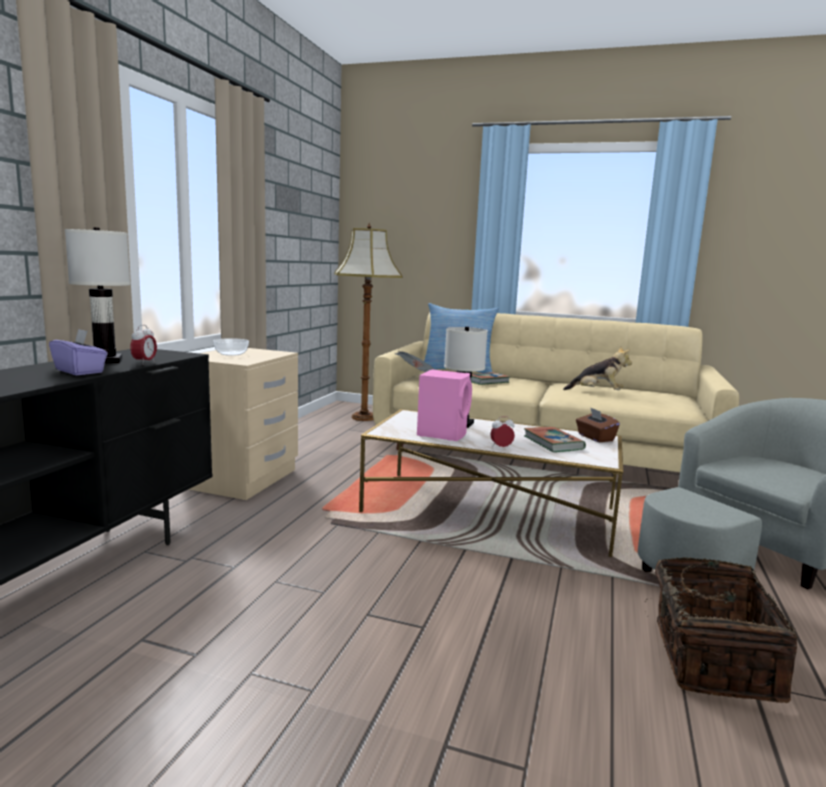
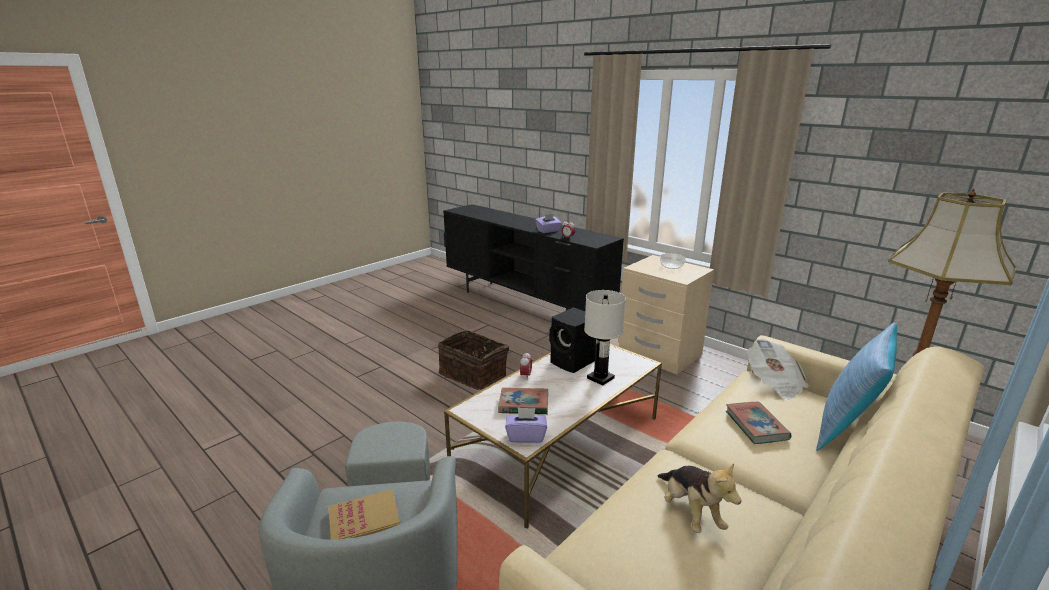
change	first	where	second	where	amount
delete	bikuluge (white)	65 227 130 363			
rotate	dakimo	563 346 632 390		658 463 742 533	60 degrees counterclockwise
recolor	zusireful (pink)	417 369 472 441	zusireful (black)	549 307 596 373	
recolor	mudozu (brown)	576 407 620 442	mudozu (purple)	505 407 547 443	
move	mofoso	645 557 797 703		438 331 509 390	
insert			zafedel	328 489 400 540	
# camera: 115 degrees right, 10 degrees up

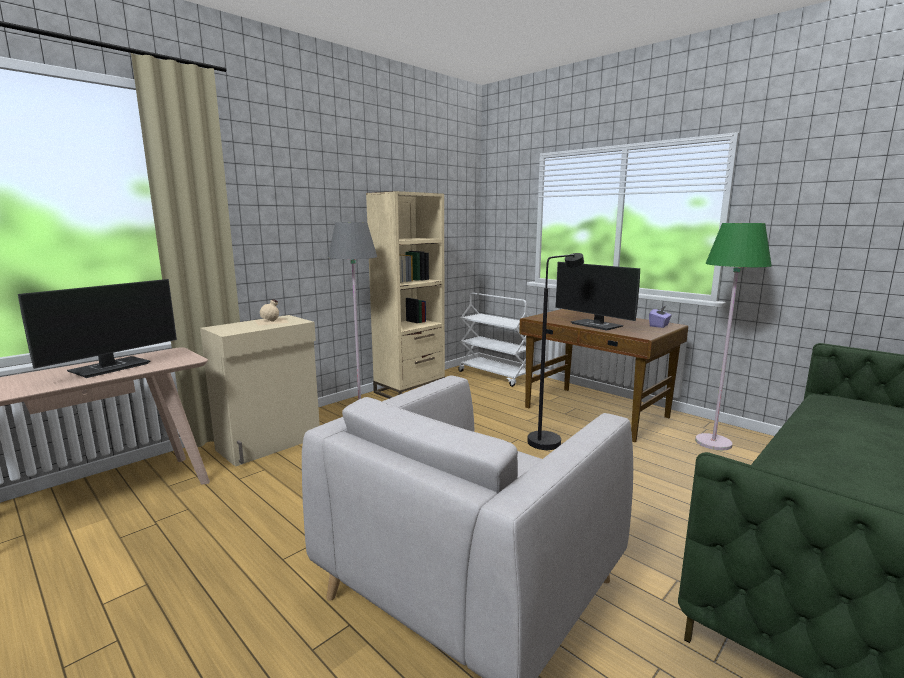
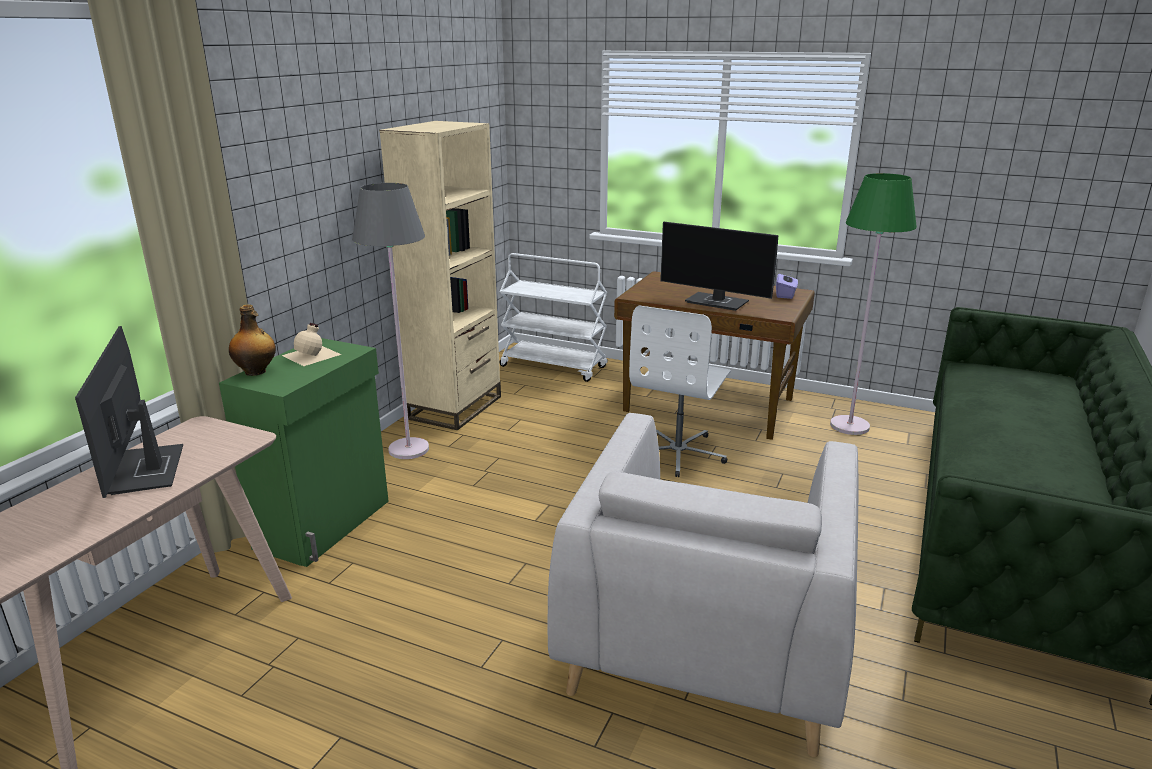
change	first	where	second	where	amount
replace	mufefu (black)	527 253 584 450	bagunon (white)	629 305 731 477	
rotate	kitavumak	18 279 177 378		75 326 183 498	150 degrees clockwise
recolor	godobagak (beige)	200 315 320 466	godobagak (green)	219 338 389 567	
insert			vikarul	229 305 276 376	
# camera: 20 degrees left, 10 degrees up

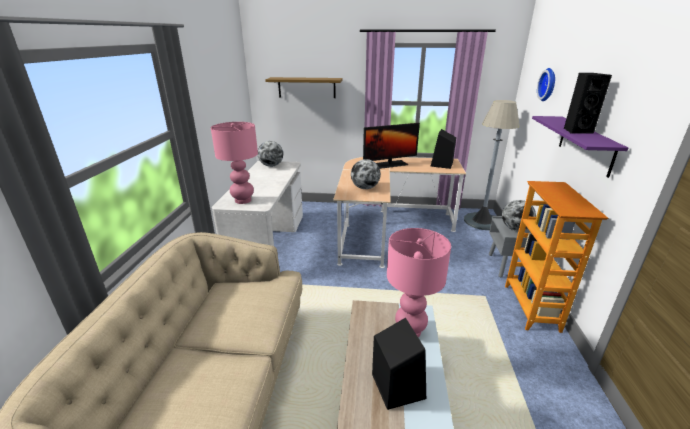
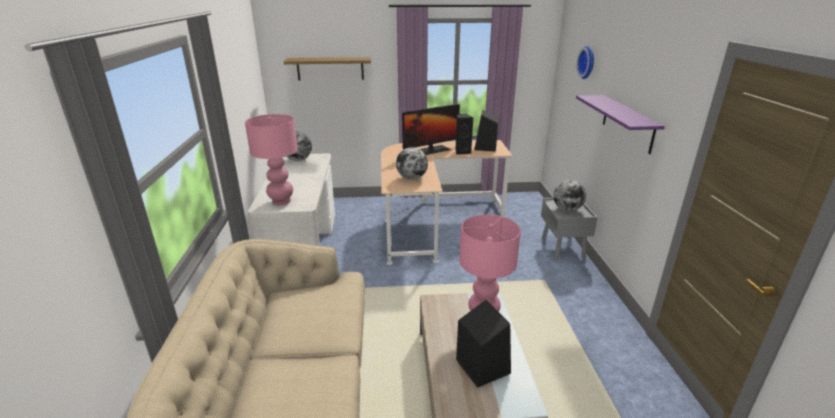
change	first	where	second	where	amount
move	zusireful (black)	564 73 612 134		455 114 473 155	
delete	mufefu (grey)	464 100 520 230			
delete	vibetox	505 181 608 333			
# camera: 10 degrees left, 0 degrees up

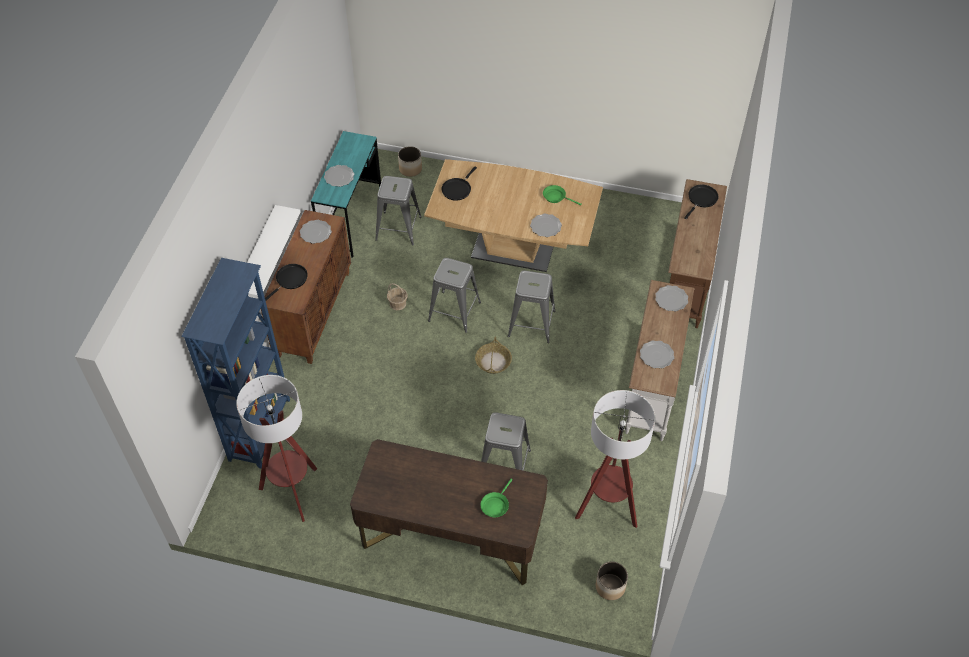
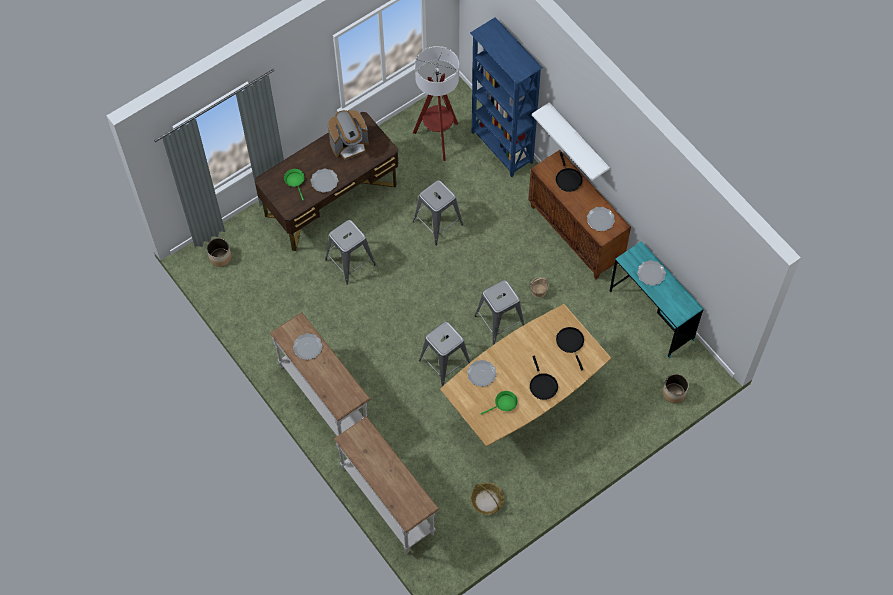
change	first	where	second	where	amount
move	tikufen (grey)	375 176 422 246		413 180 463 245	
recolor	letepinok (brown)	668 179 727 328	letepinok (white)	334 416 439 554	
move	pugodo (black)	684 185 719 219		530 356 558 400	
move	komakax	655 285 688 311		311 169 338 193	
move	mofoso	475 336 512 374		470 483 504 515	
delete	mufefu	575 390 655 528			
insert			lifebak	328 110 369 160	
# camera: 130 degrees right, 10 degrees up

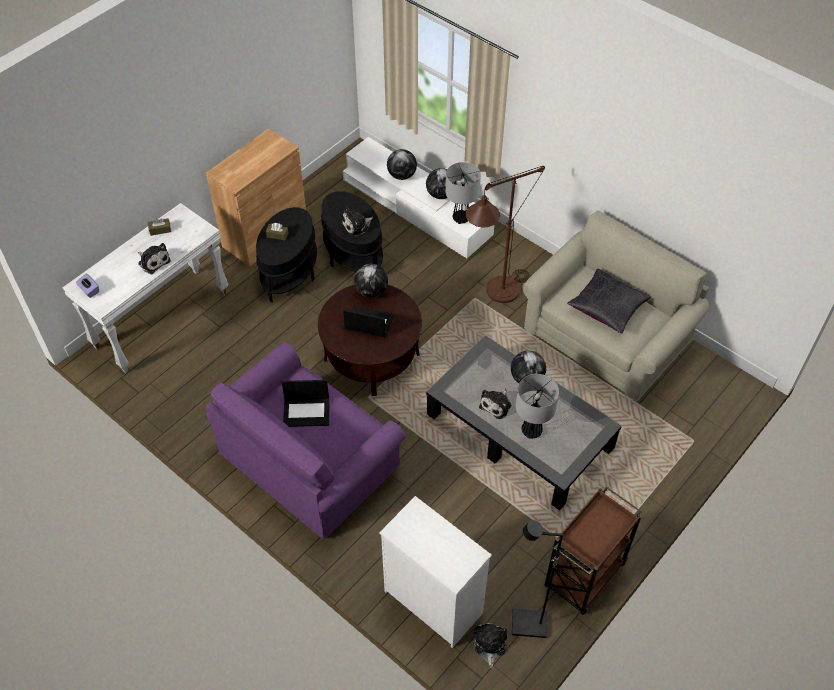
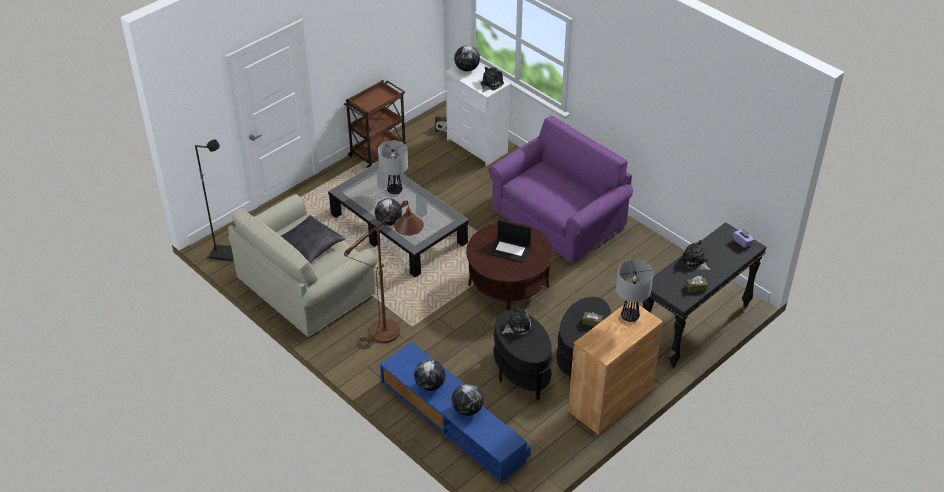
change	first	where	second	where	amount
recolor	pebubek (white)	343 137 494 258	pebubek (blue)	380 342 531 483	
move	bikuluge	446 162 481 224		616 260 654 322	
recolor	letepinok (white)	62 203 229 373	letepinok (black)	643 222 767 368	
move	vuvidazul	354 264 388 298		454 45 480 71	
delete	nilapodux	282 380 330 427			
move	dakimo	479 389 511 419		480 67 504 92	
move	mufefu (black)	512 520 563 638		195 139 234 262	
# camera: 175 degrees left, 10 degrees down

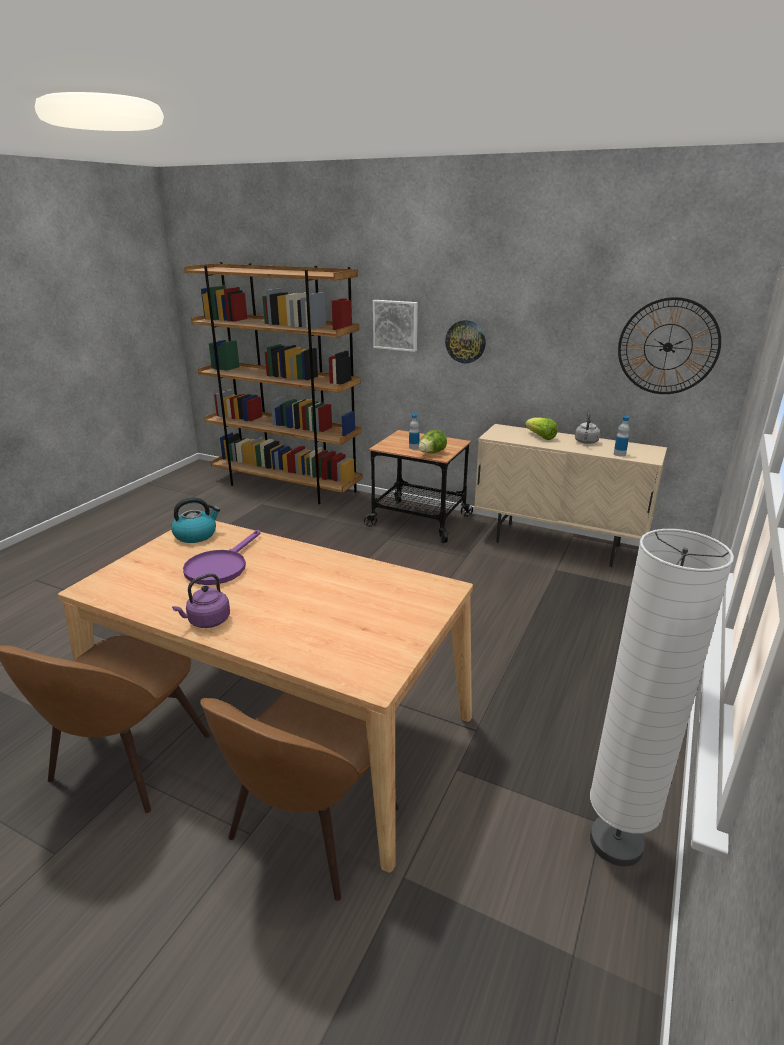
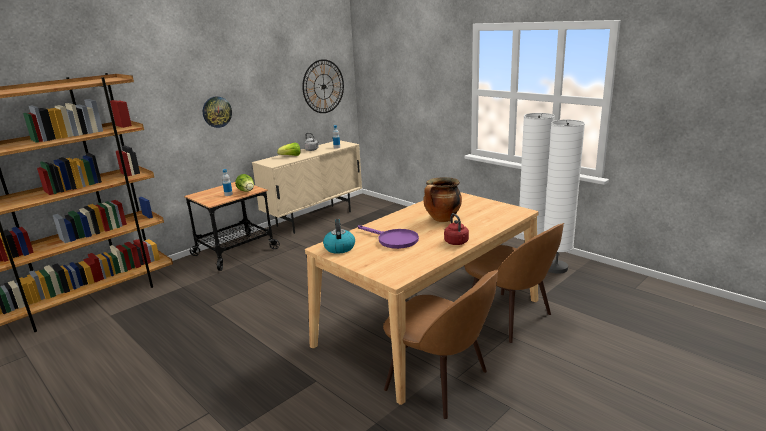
change	first	where	second	where	amount
delete	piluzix	373 300 418 352			
recolor	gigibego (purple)	172 573 230 628	gigibego (red)	444 213 469 245	
insert			mufefu (white)	544 120 585 274	
insert			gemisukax	423 177 462 222	
# camera: 70 degrees left, 5 degrees down

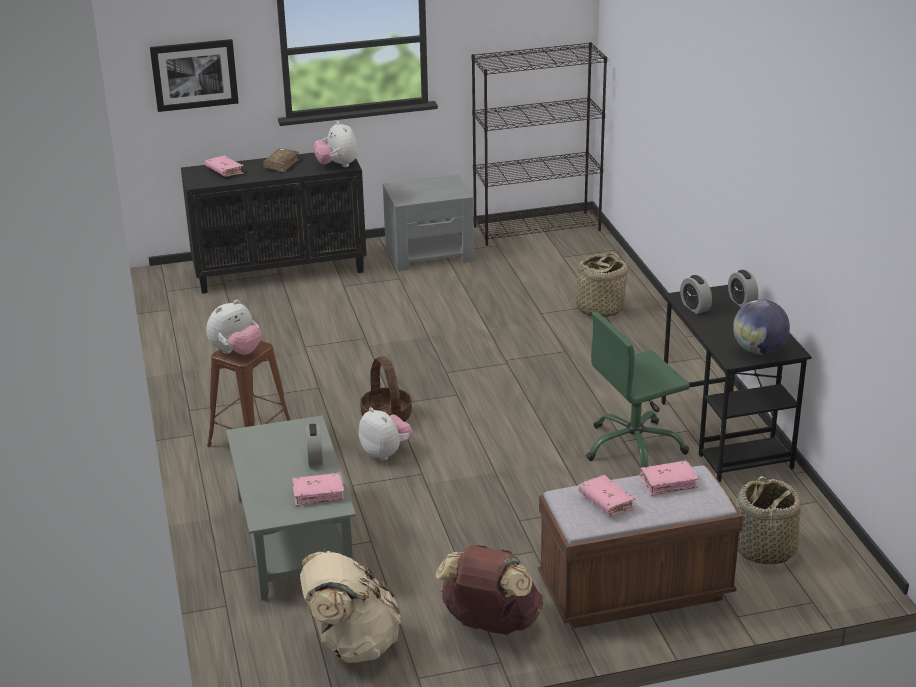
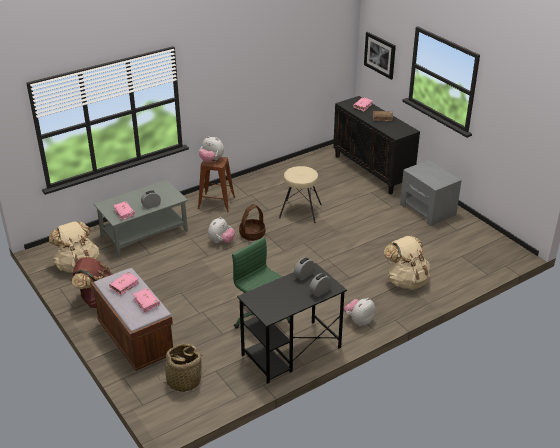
change	first	where	second	where	amount
delete	vibetox (black)	471 42 607 246			
move	dakimo	314 121 358 167		344 298 375 326	
replace	mofoso	567 253 628 318	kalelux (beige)	384 236 430 290	
delete	vuvidazul	733 299 790 355			
insert			tikufen (beige)	279 166 322 223	
# camera: 70 degrees right, 5 degrees up

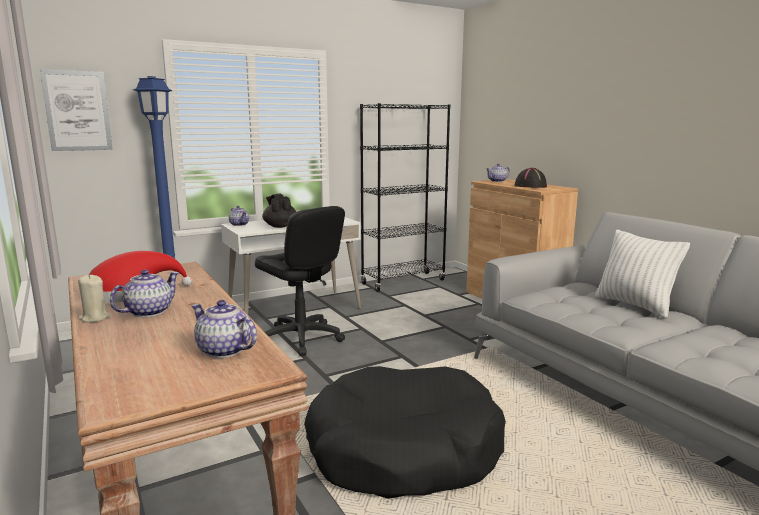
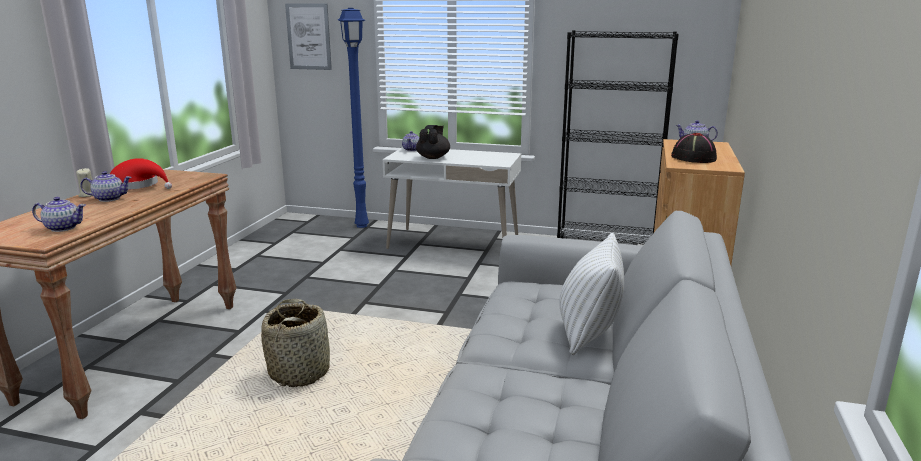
change	first	where	second	where	amount
delete	bagunon (black)	255 206 345 356			
rotate	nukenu	191 300 257 358		32 197 86 232	105 degrees clockwise
replace	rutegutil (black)	304 366 506 499	mofoso	261 299 330 387	
# camera: 45 degrees right, 5 degrees up

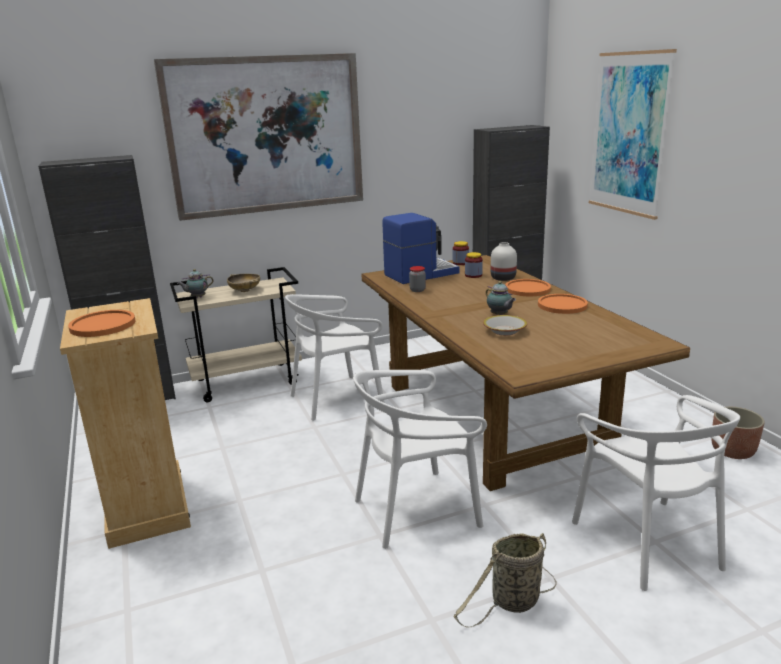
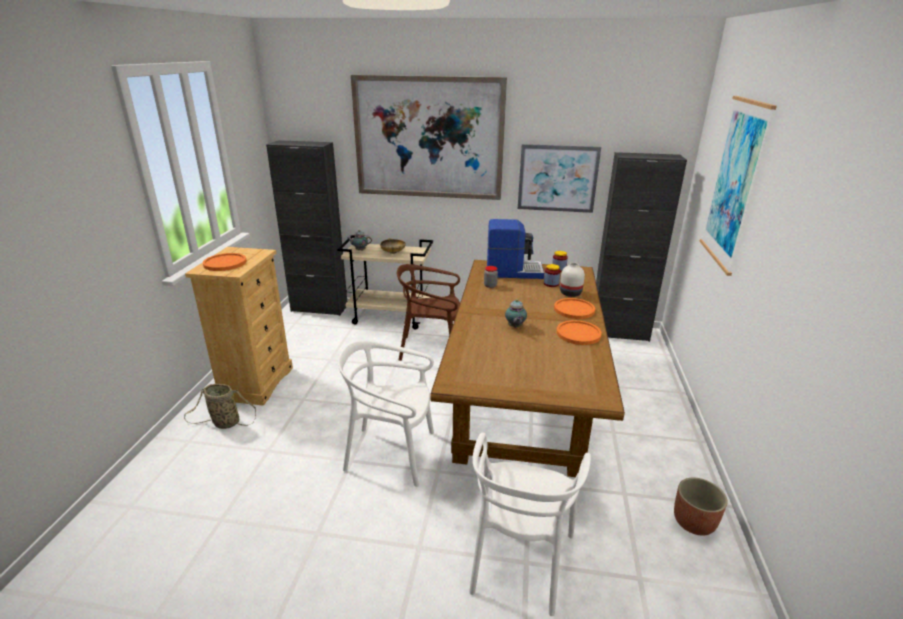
change	first	where	second	where	amount
recolor	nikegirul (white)	285 294 385 421	nikegirul (brown)	397 264 460 361	
delete	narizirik	483 315 527 335			
move	mofoso	453 533 557 628		184 384 256 429	
insert			piluzix	518 144 601 213	
# camera: 30 degrees right, 5 degrees up

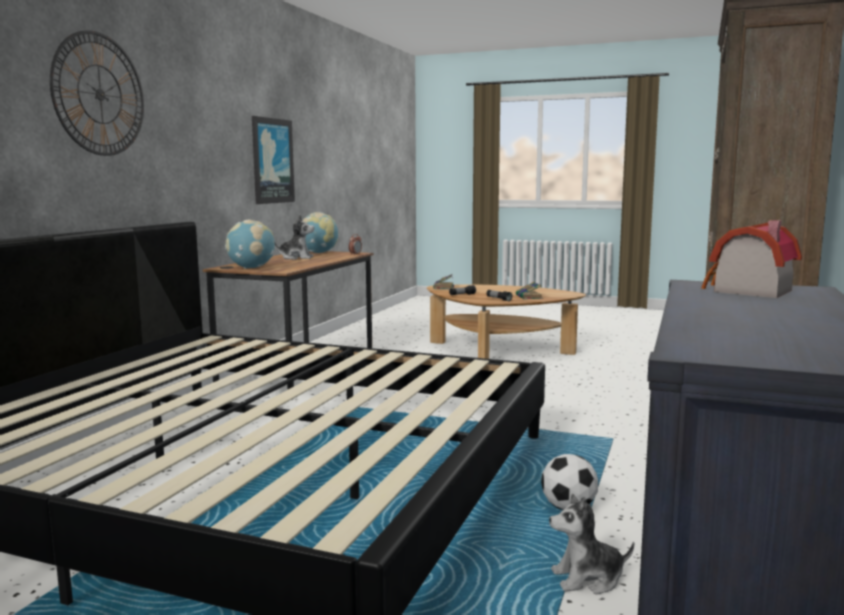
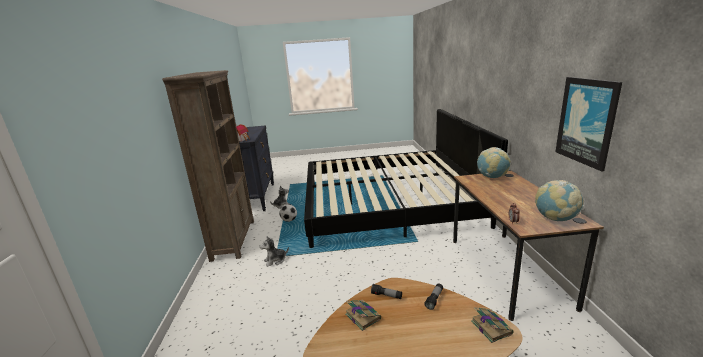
change	first	where	second	where	amount
delete	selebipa	50 30 144 156			
move	dakimo	275 215 314 260		259 236 289 267	
# camera: 155 degrees right, 10 degrees up

